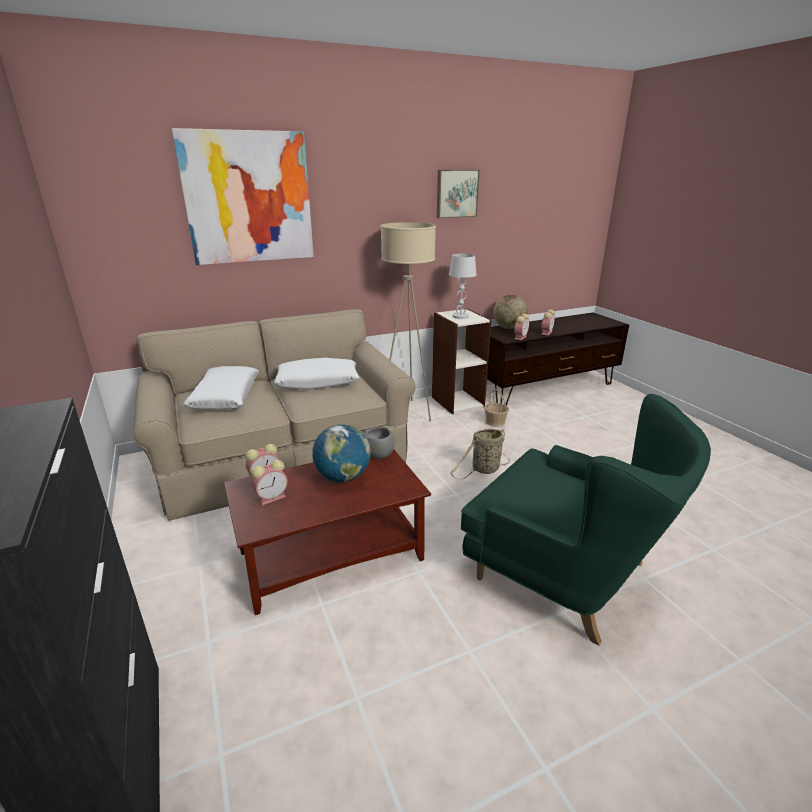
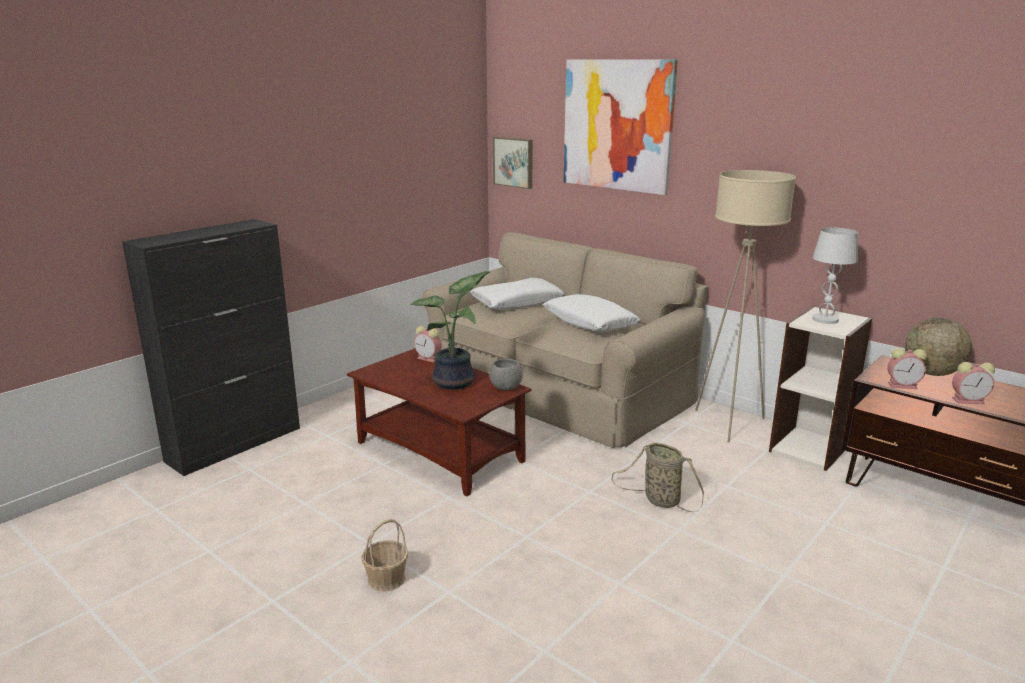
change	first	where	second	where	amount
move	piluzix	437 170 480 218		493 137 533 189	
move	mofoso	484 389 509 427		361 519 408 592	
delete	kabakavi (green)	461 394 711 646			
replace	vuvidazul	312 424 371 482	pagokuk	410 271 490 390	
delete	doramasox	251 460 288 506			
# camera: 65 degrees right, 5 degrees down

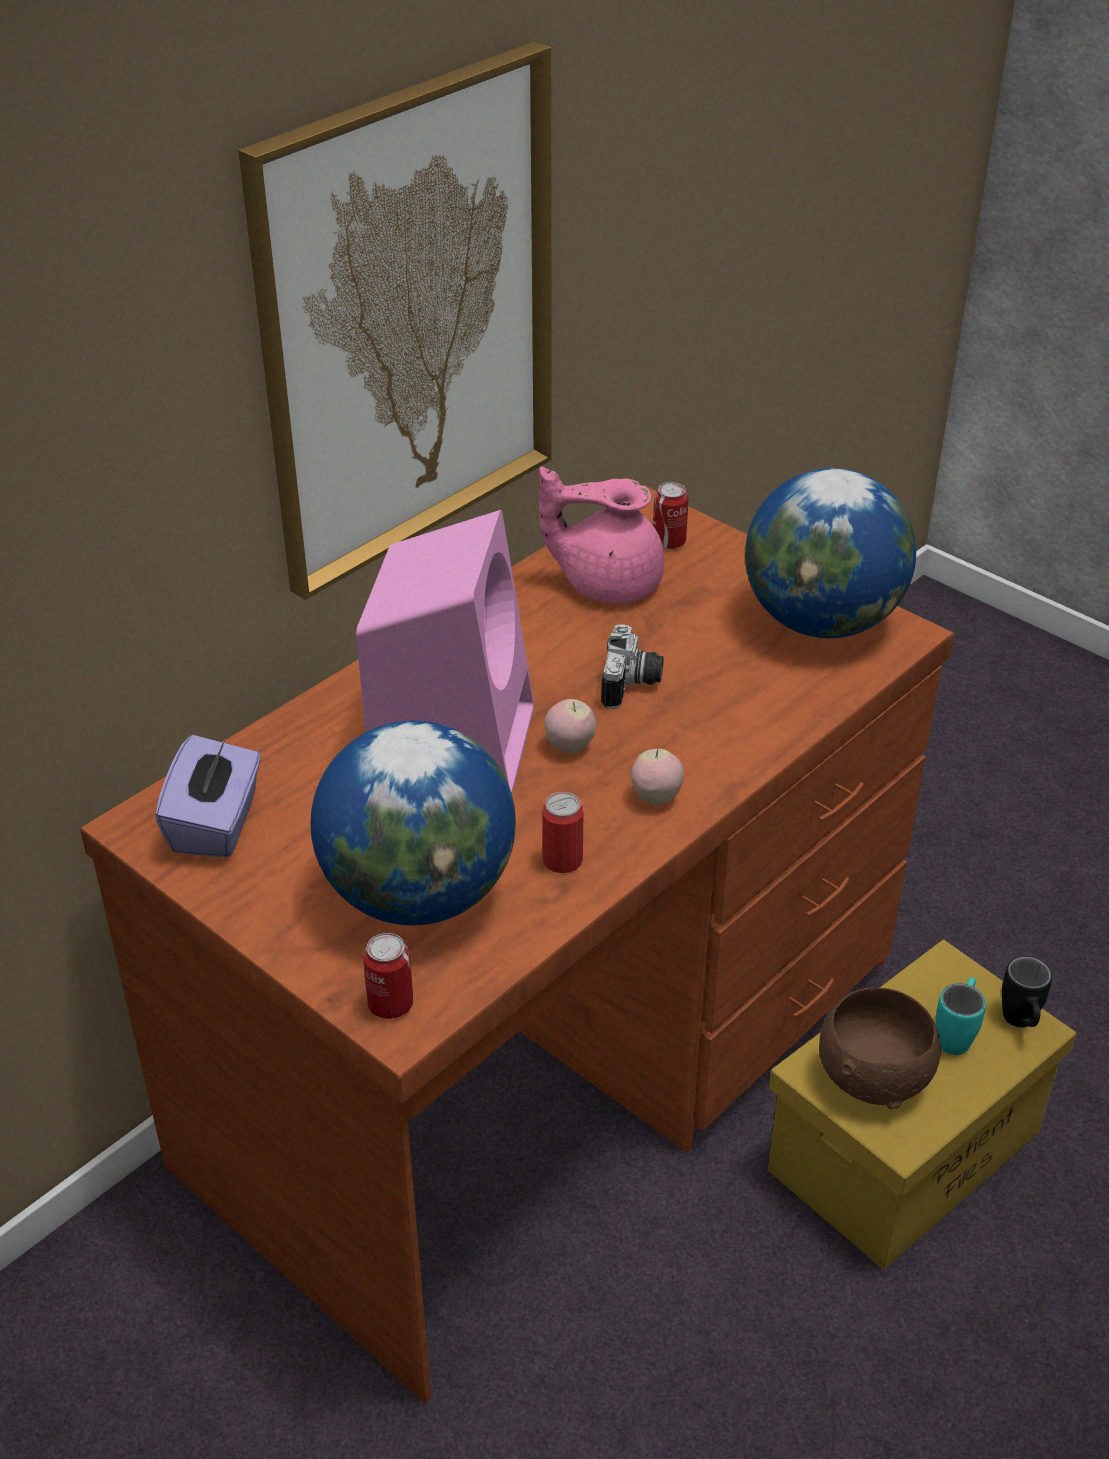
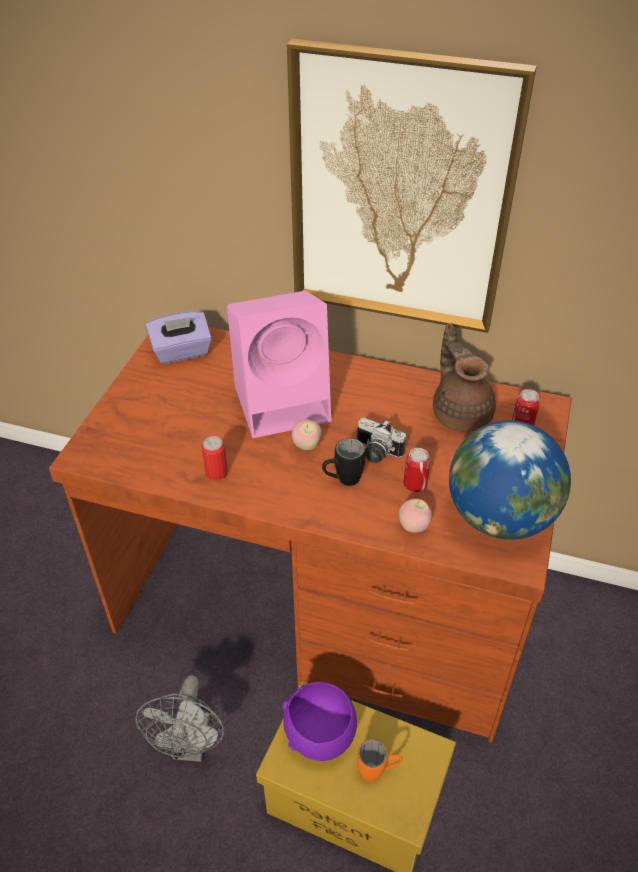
change	first	where	second	where	amount
recolor	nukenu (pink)	539 466 664 603	nukenu (brown)	433 323 496 432	
rotate	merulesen	601 624 664 709		357 418 406 463	45 degrees clockwise
delete	vuvidazul	310 720 516 925			
move	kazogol	631 749 684 805		399 499 432 533	
move	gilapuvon	363 933 414 1019		404 448 431 492	
move	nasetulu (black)	1002 956 1052 1027		322 438 366 486	
recolor	nasetulu (turquoise)	936 977 986 1055	nasetulu (orange)	357 739 403 782	
recolor	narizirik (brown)	819 987 941 1109	narizirik (purple)	282 682 357 761	
insert			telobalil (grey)	136 675 224 762	
# camera: 65 degrees right, 5 degrees up

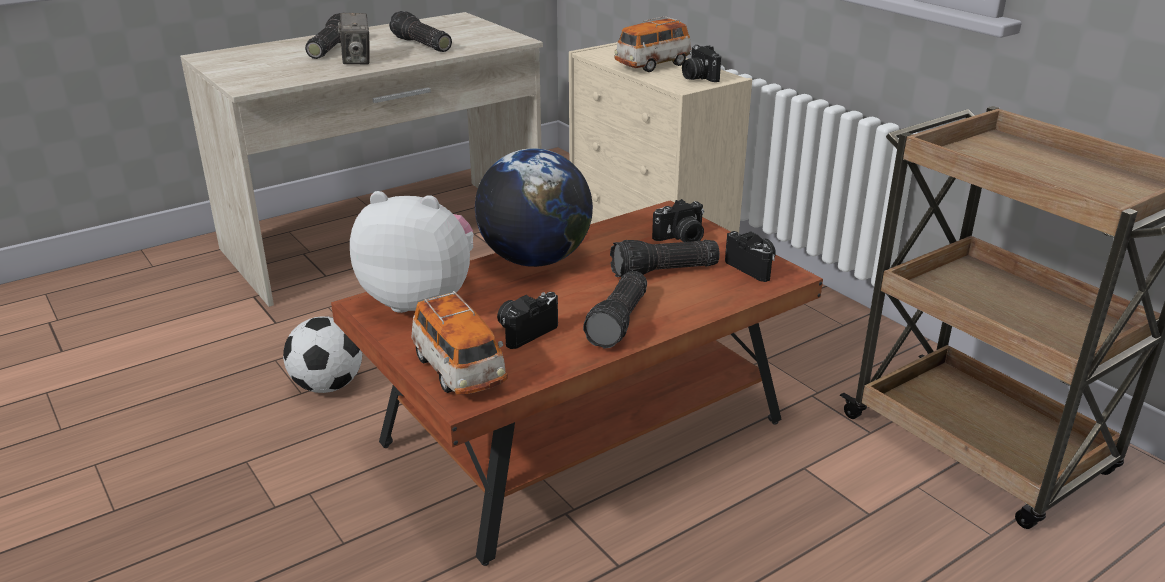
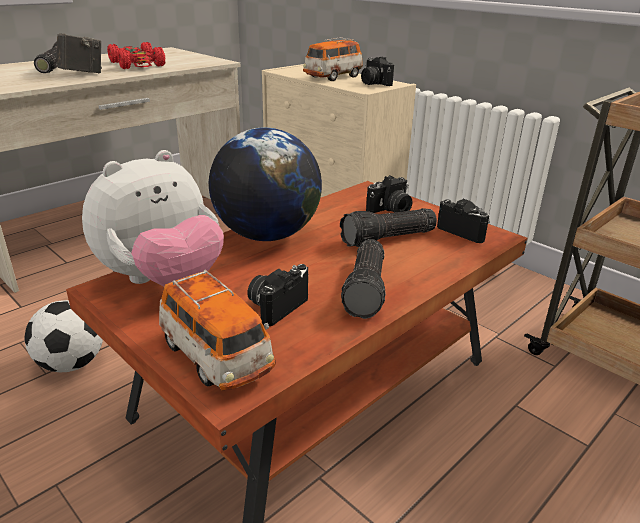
change	first	where	second	where	amount
replace	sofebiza	389 11 452 52	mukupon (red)	107 42 165 69	
rotate	merulesen	338 12 370 64		57 34 102 73	105 degrees counterclockwise
rotate	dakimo	350 191 474 313		82 150 224 287	135 degrees clockwise
# camera: 10 degrees left, 0 degrees up

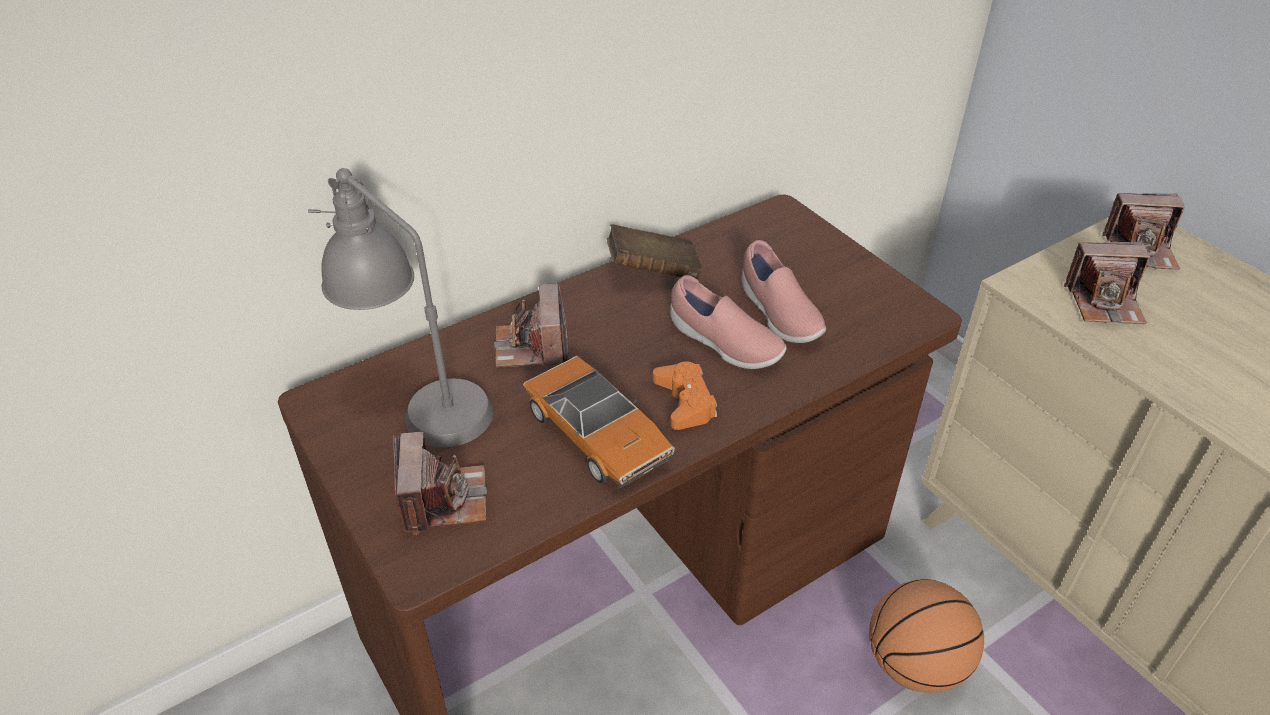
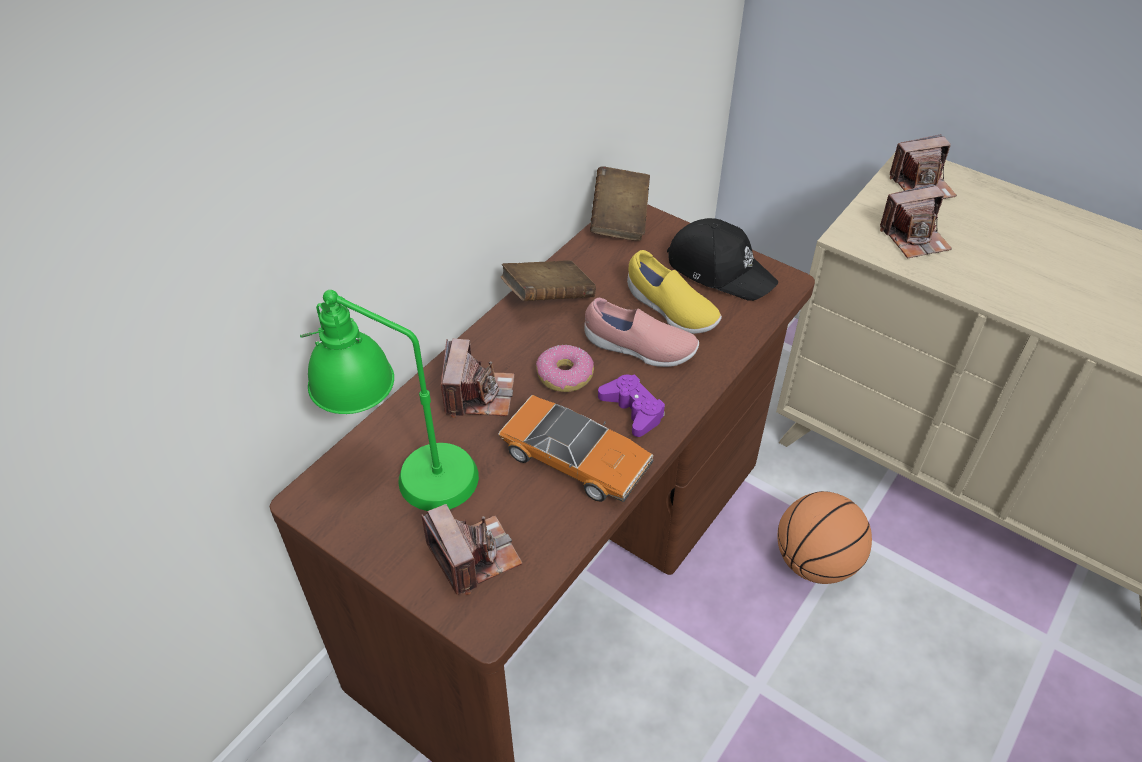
change	first	where	second	where	amount
recolor	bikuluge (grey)	308 168 493 448	bikuluge (green)	300 290 479 511	
recolor	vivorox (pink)	742 240 826 343	vivorox (yellow)	627 250 722 334	
rotate	merulesen	494 283 569 367		441 339 515 418	150 degrees counterclockwise
recolor	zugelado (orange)	653 361 717 430	zugelado (purple)	598 374 665 437	
insert			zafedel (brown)	590 166 650 241	
insert			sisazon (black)	667 218 778 301	
insert			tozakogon	536 345 594 392	
# camera: 20 degrees left, 5 degrees up

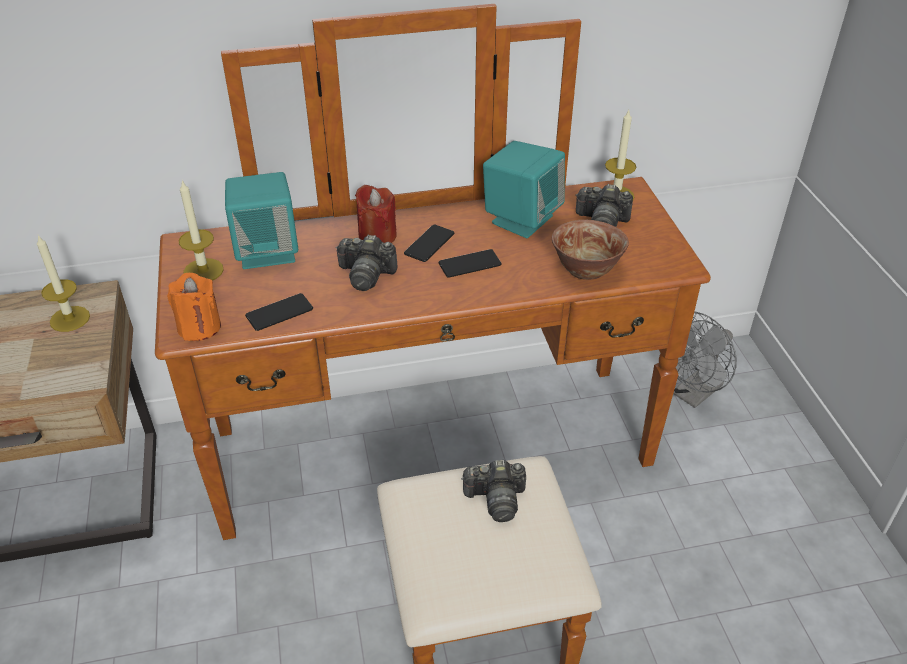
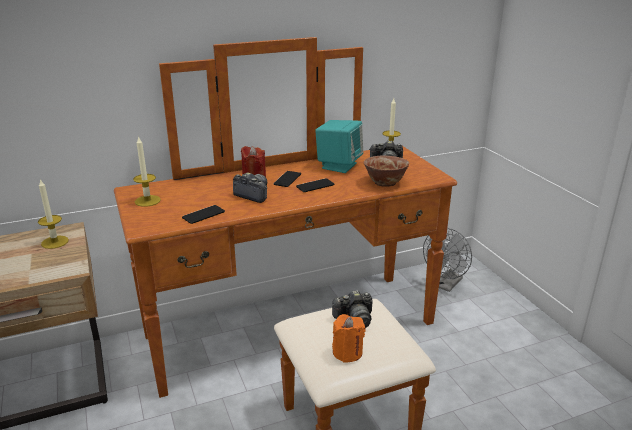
change	first	where	second	where	amount
delete	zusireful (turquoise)	225 172 298 269			
rotate	merulesen	335 235 398 291		233 172 267 203	150 degrees counterclockwise
move	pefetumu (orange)	167 273 221 341		332 314 366 363	
# camera: 10 degrees left, 15 degrees down

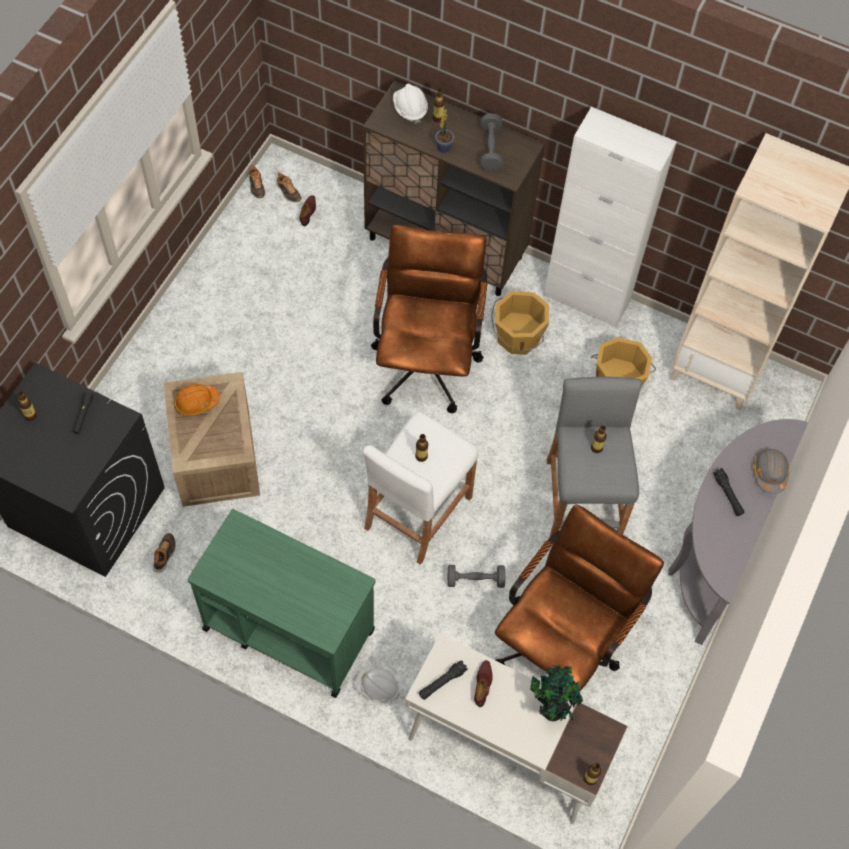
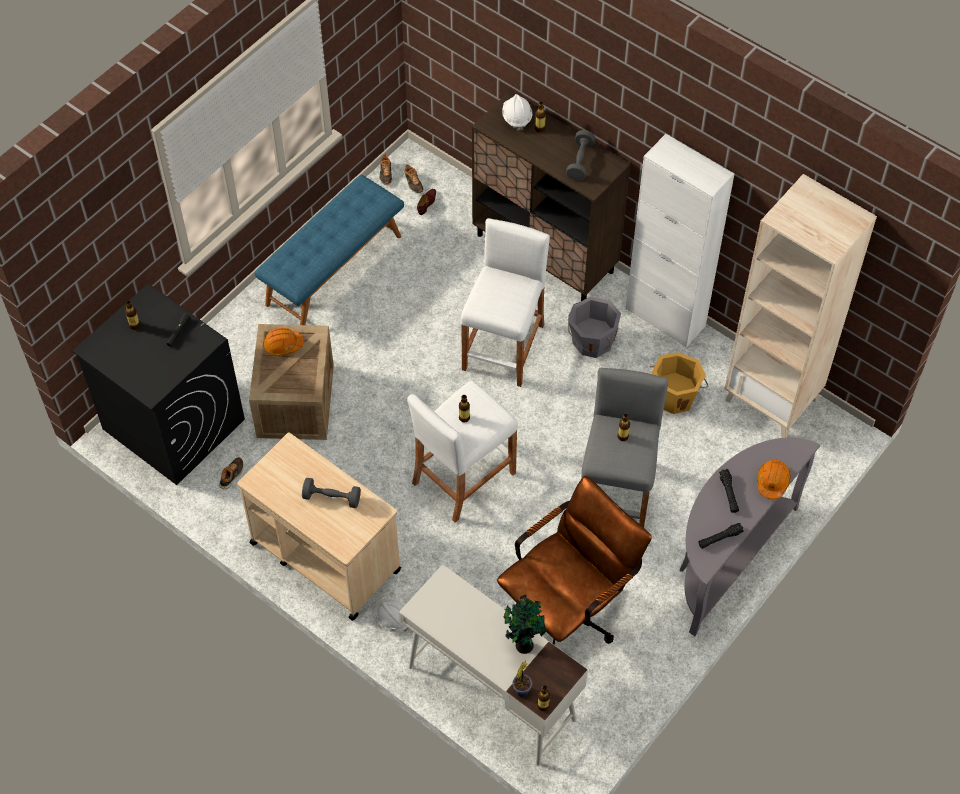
change	first	where	second	where	amount
move	pagokuk	435 110 454 153		513 660 532 697	
replace	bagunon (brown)	371 225 487 413	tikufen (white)	461 218 550 387	
recolor	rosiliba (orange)	491 291 549 355	rosiliba (grey)	568 297 621 358	
recolor	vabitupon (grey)	754 449 789 494	vabitupon (orange)	757 460 791 499	
recolor	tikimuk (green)	188 509 376 698	tikimuk (beige)	237 432 401 621	
move	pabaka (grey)	448 565 505 588		302 478 361 508	
delete	vivorox (brown)	474 660 493 707			
move	sofebiza (black)	419 661 468 700		698 523 744 549	
insert			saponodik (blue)	255 175 404 325	
# camera: 15 degrees right, 5 degrees down

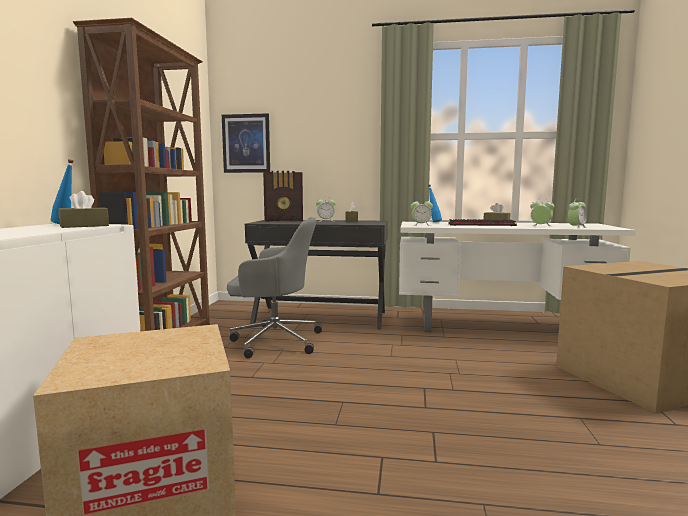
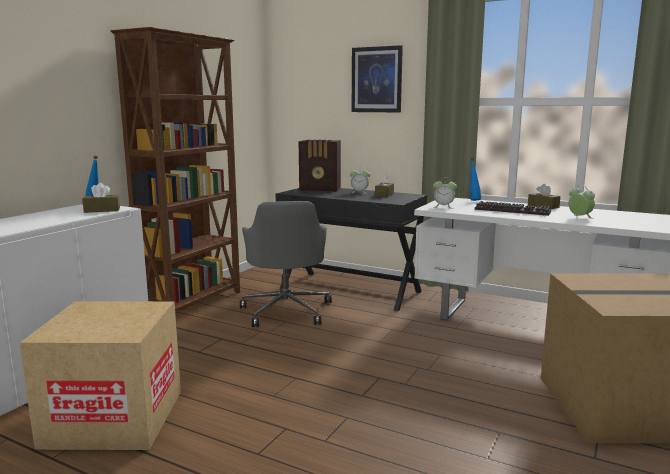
change	first	where	second	where	amount
move	piluzix	222 113 270 173		351 45 403 112	
delete	doramasox	568 198 587 229			
rotate	bagunon (grey)	227 217 322 358		240 201 332 327	60 degrees clockwise
# camera: 20 degrees right, 5 degrees up

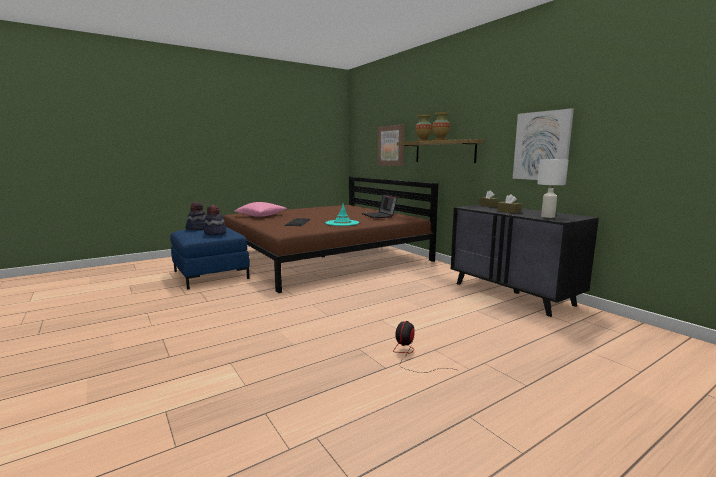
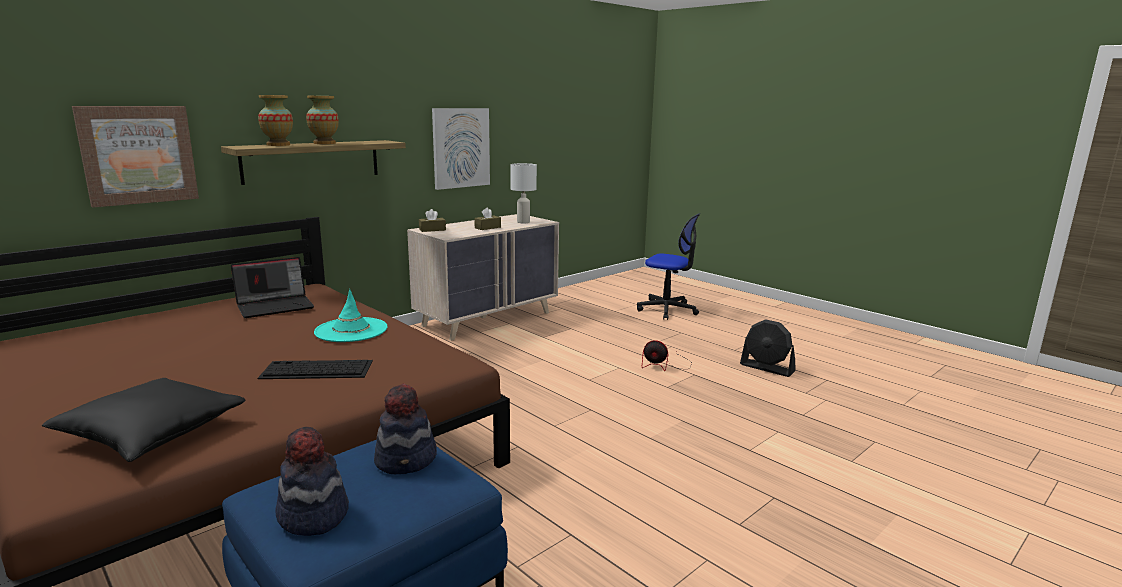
change	first	where	second	where	amount
recolor	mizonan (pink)	235 202 287 217	mizonan (black)	42 378 245 462	
recolor	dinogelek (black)	451 205 599 317	dinogelek (beige)	407 214 559 341	
insert			bagunon	637 213 700 320	
insert			telobalil (black)	740 319 796 377	
# camera: 100 degrees left, 5 degrees up

